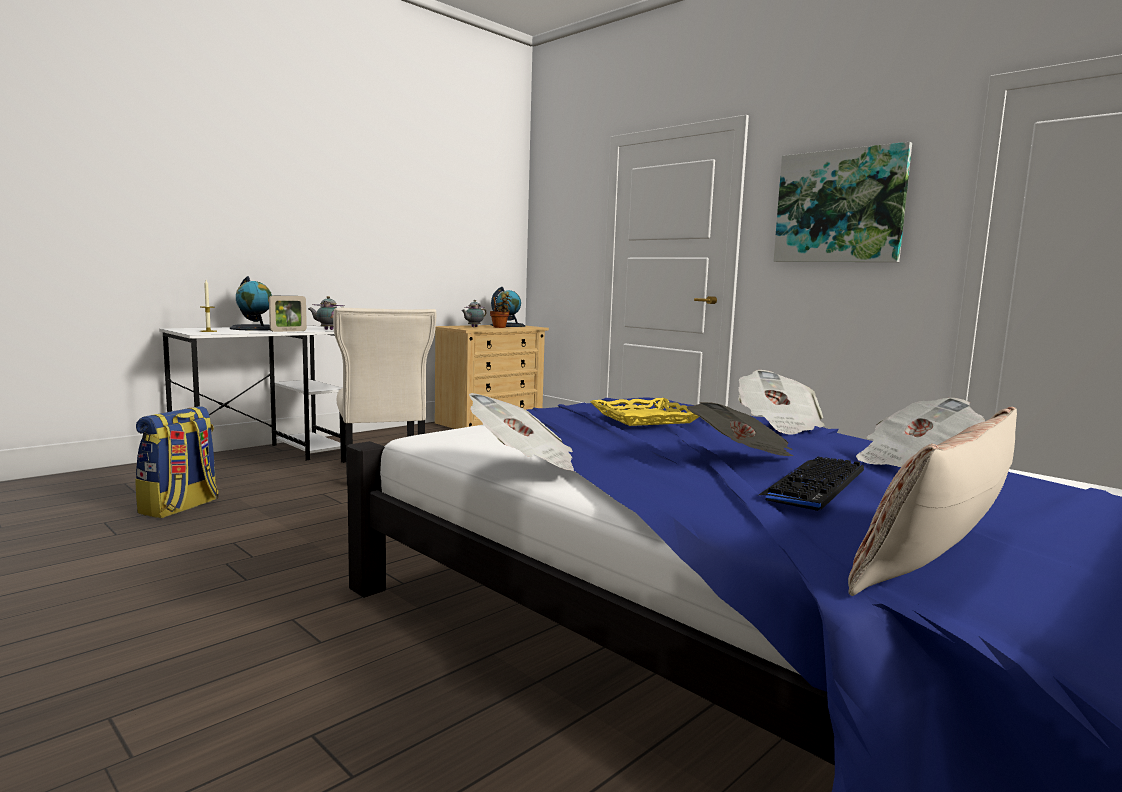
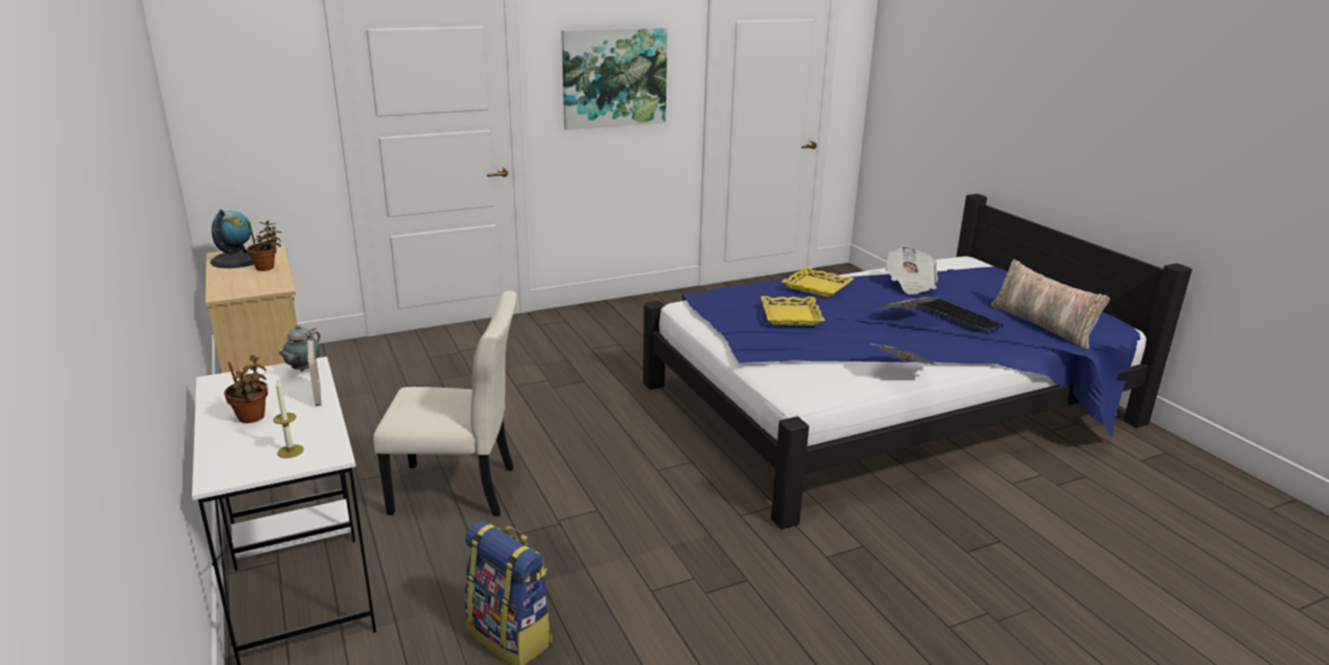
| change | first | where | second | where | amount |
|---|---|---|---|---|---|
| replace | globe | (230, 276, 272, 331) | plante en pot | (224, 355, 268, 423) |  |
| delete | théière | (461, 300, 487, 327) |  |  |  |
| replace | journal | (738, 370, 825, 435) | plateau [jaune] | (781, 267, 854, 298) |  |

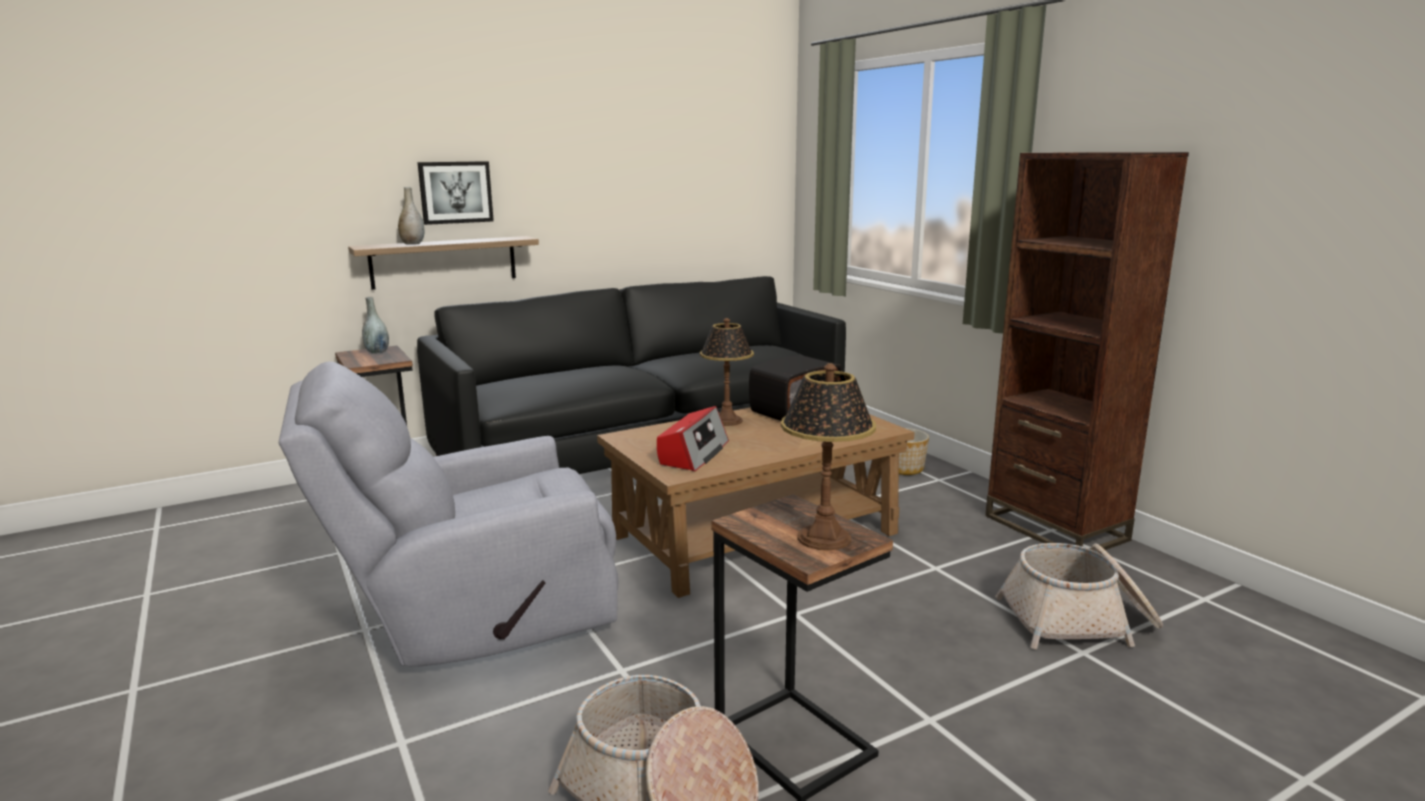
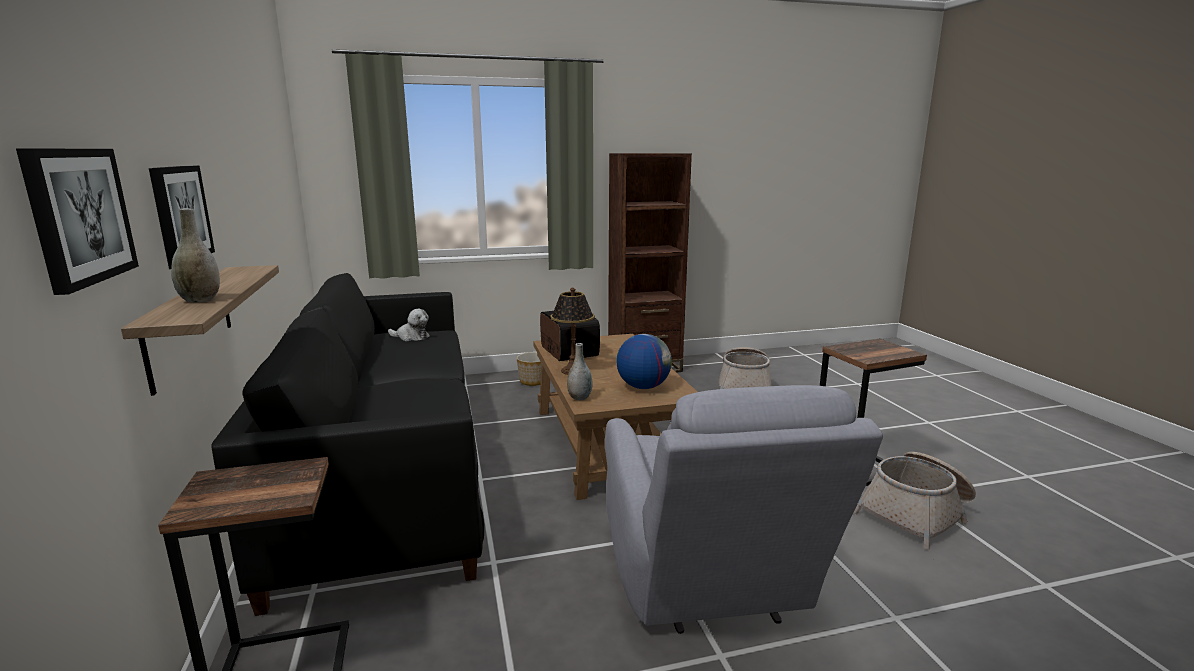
| change | first | where | second | where | amount |
|---|---|---|---|---|---|
| move | vase [gris] | (362, 297, 389, 354) |  | (567, 343, 593, 400) |  |
| delete | lampe de table | (781, 363, 876, 550) |  |  |  |
| replace | radio | (657, 406, 729, 471) | globe | (616, 334, 672, 389) |  |
| insert |  |  | tableau | (16, 148, 139, 295) |  |
| insert |  |  | peluche | (388, 309, 430, 341) |  |

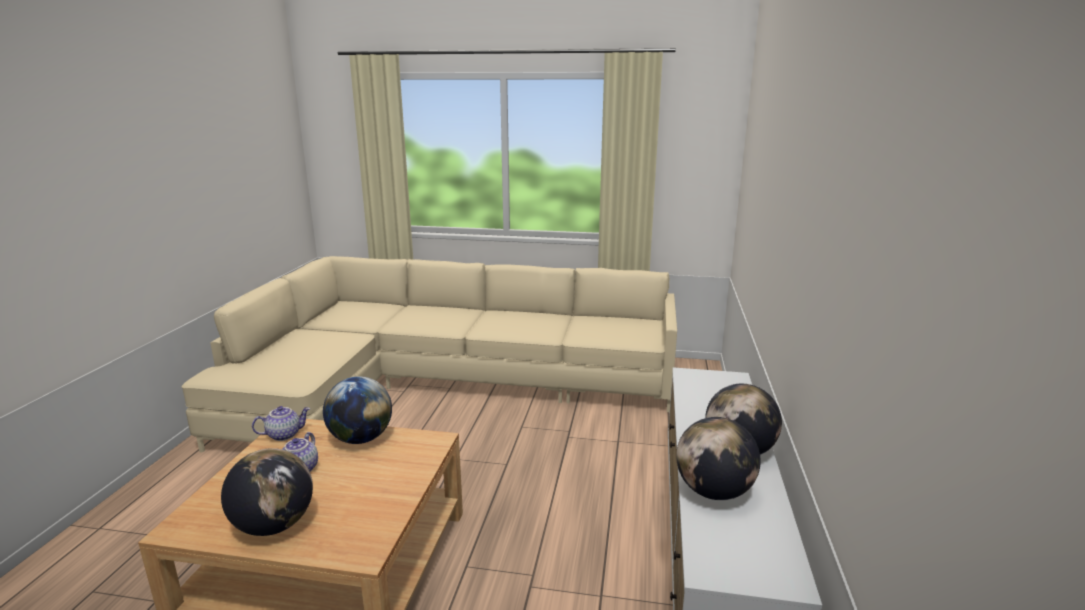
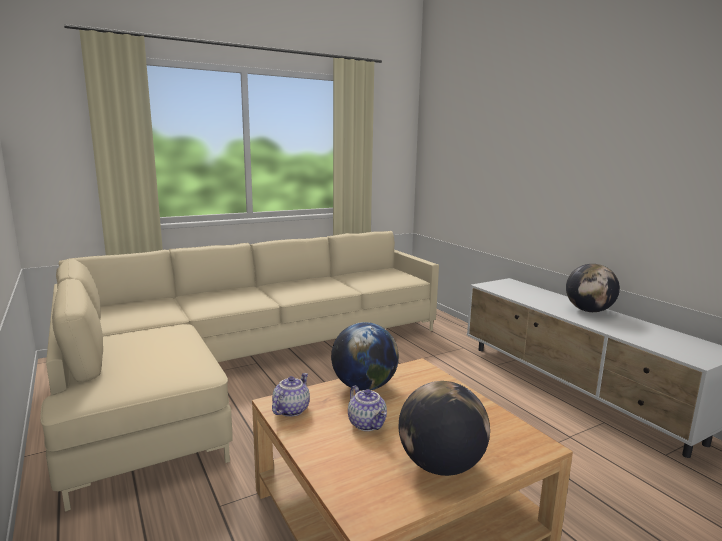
| change | first | where | second | where | amount |
|---|---|---|---|---|---|
| delete | globe | (676, 417, 761, 500) |  |  |  |

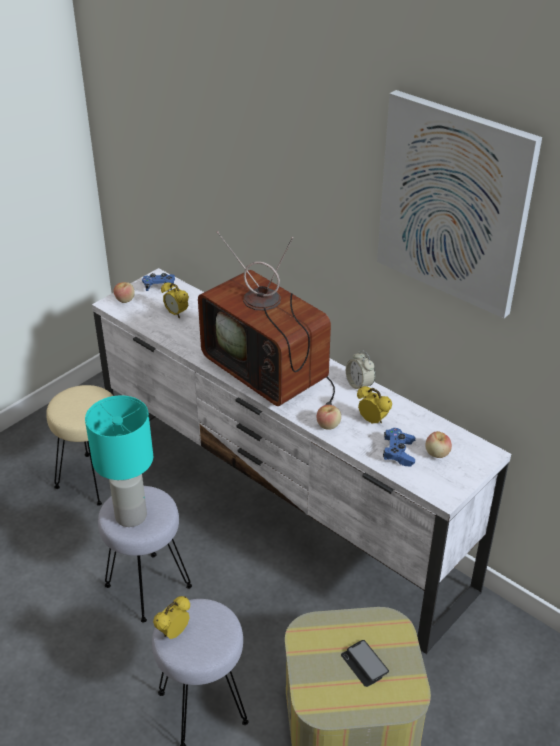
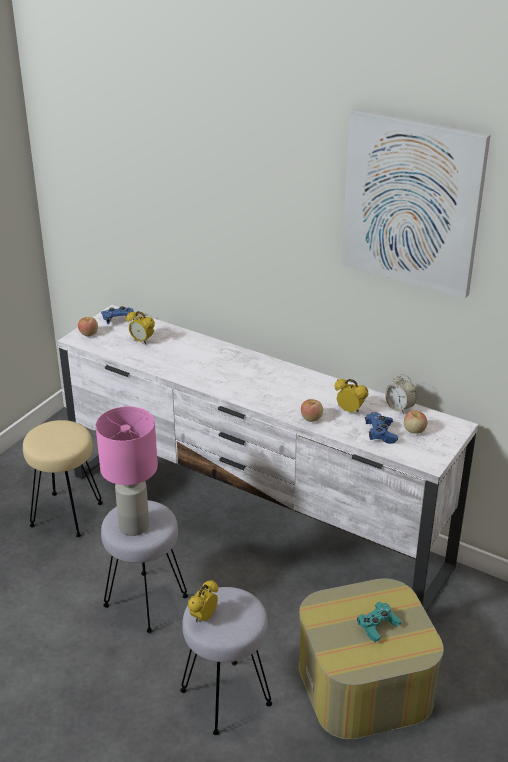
| change | first | where | second | where | amount |
|---|---|---|---|---|---|
| delete | téléviseur | (198, 231, 335, 406) |  |  |  |
| move | réveil | (346, 350, 375, 389) |  | (385, 374, 416, 414) |  |
| recolor | lampe de table [turquoise] | (85, 395, 153, 527) | lampe de table [rose] | (96, 406, 158, 536) |  |
| replace | téléphone | (341, 640, 389, 687) | manette [turquoise] | (357, 602, 401, 642) |  |

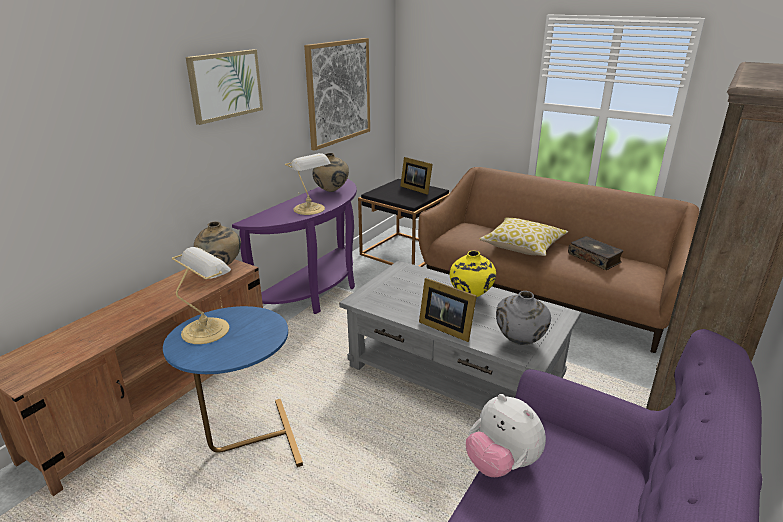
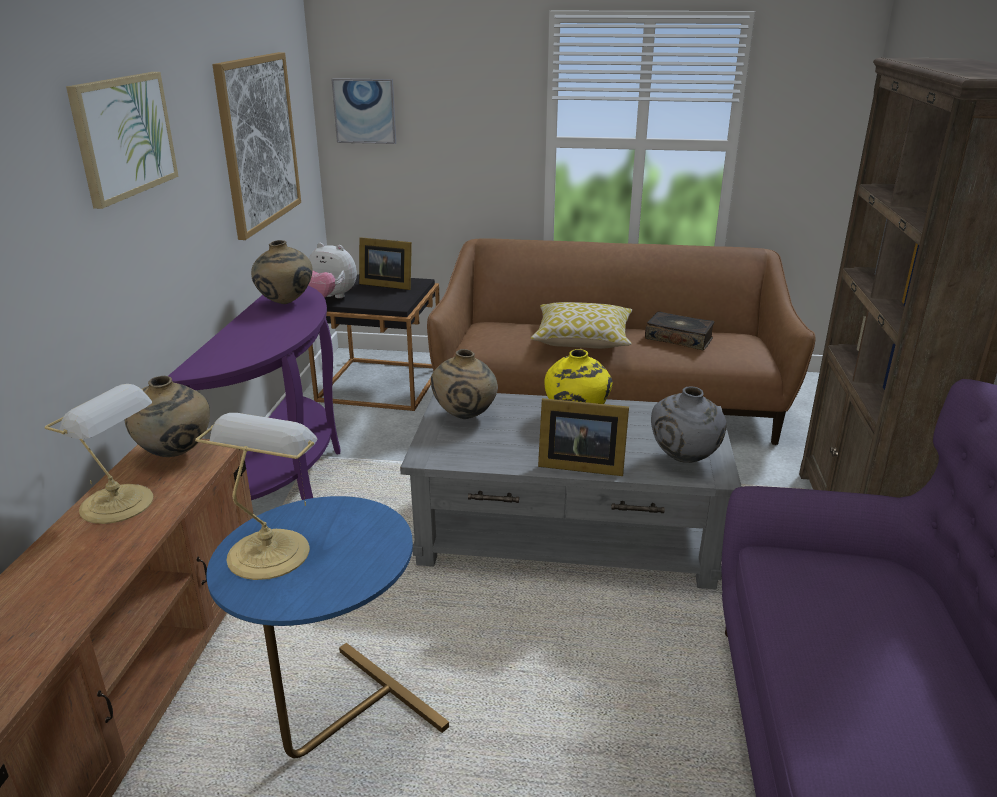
| change | first | where | second | where | amount |
|---|---|---|---|---|---|
| move | lampe de table | (285, 153, 330, 215) |  | (44, 384, 153, 524) |  |
| move | peluche | (466, 394, 546, 477) |  | (308, 243, 357, 298) |  |
| insert |  |  | tableau | (331, 78, 396, 144) |  |
| insert |  |  | vase [beige] | (431, 349, 498, 419) |  |

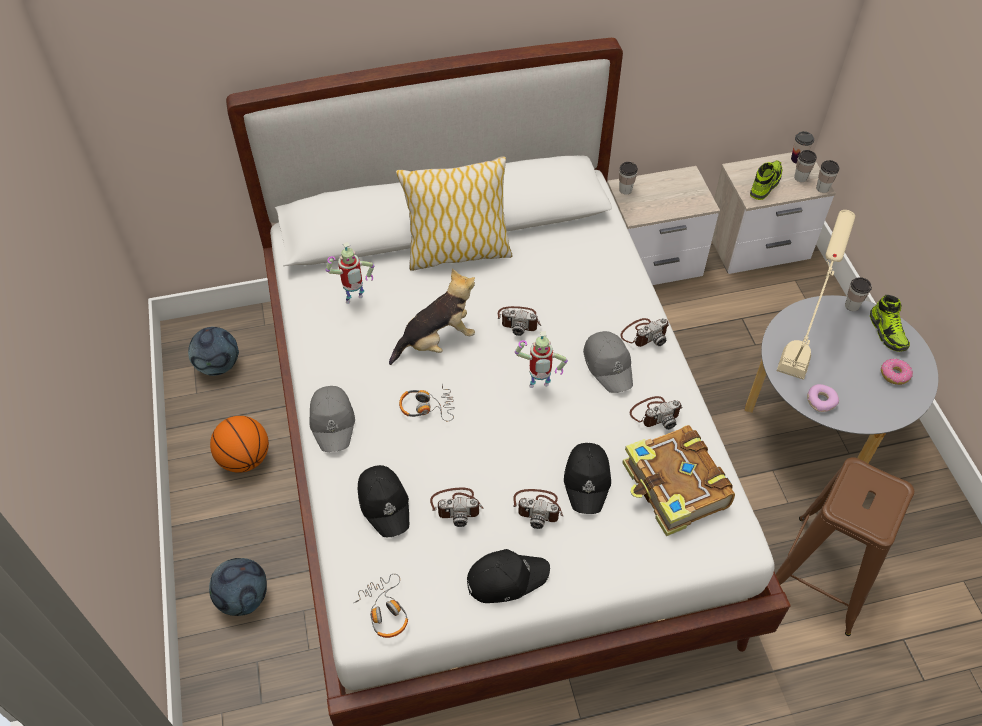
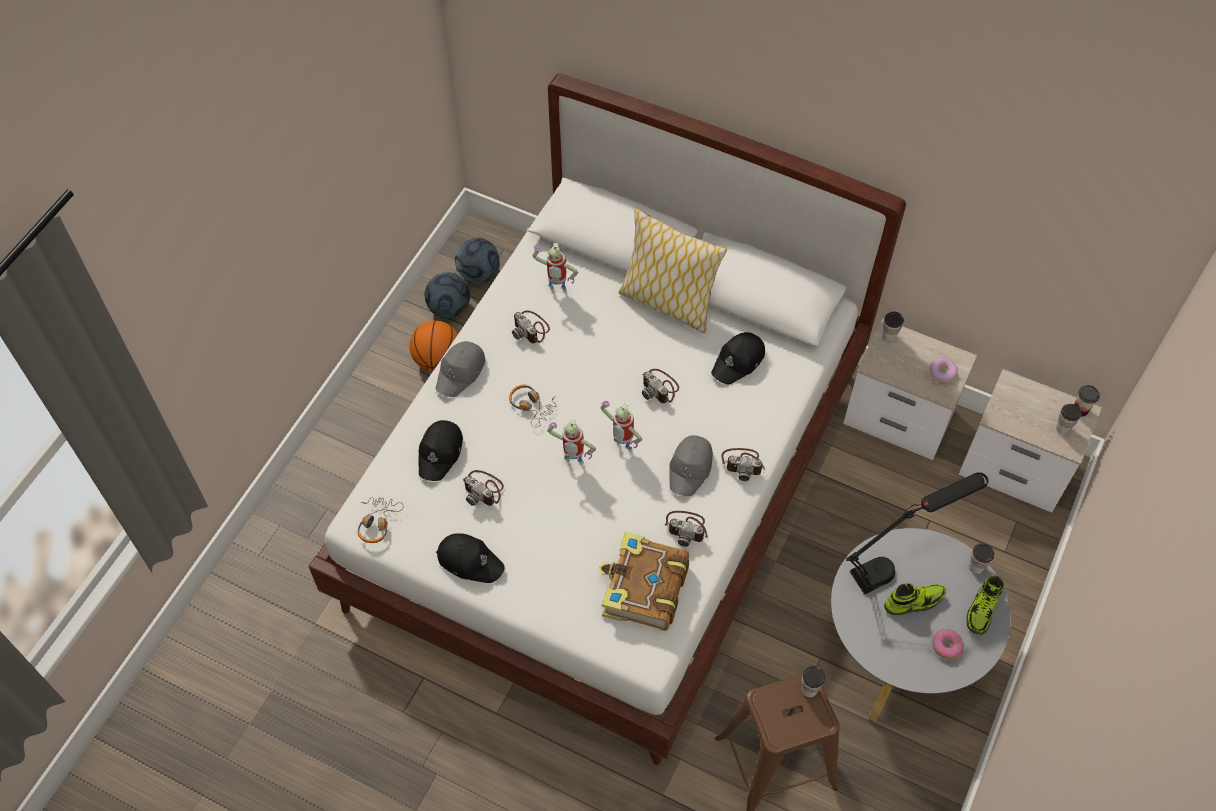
| change | first | where | second | where | amount |
|---|---|---|---|---|---|
| move | chaussure | (750, 160, 783, 200) |  | (884, 583, 946, 616) |  |
| move | tasse | (816, 160, 840, 193) |  | (801, 666, 825, 697) |  |
| recolor | lampe de table [beige] | (777, 210, 855, 380) | lampe de table [noir] | (846, 472, 989, 595) |  |
| delete | peluche | (389, 269, 475, 365) |  |  |  |
| move | beignet | (807, 384, 839, 412) |  | (930, 357, 958, 382) |  |
| move | casquette [noir] | (564, 443, 611, 514) |  | (711, 332, 765, 385) |  |
| move | appareil photo | (513, 489, 563, 529) |  | (512, 310, 550, 343) |  |
| move | ballon de foot | (209, 558, 267, 616) |  | (424, 272, 471, 318) |  |
| insert |  |  | robot jouet | (547, 419, 596, 464) |  |

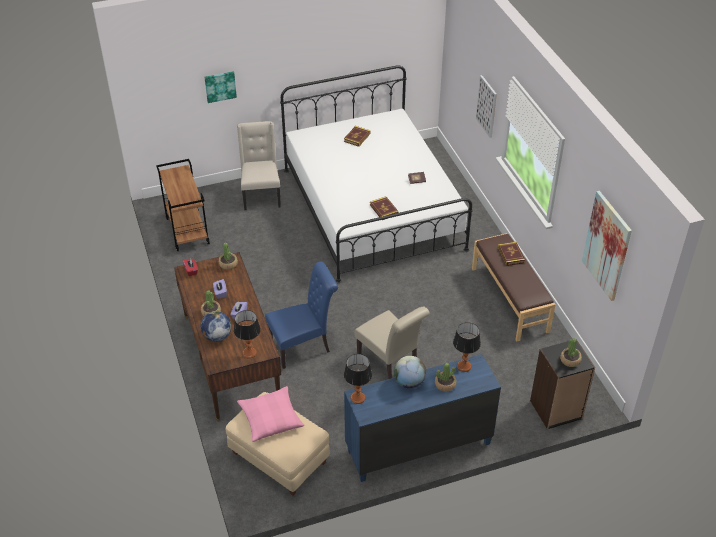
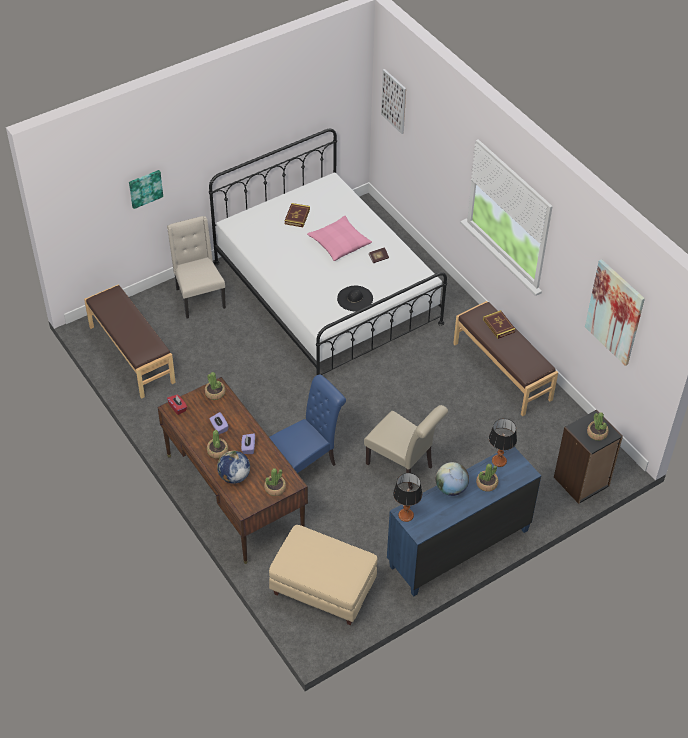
| change | first | where | second | where | amount |
|---|---|---|---|---|---|
| move | tableau | (476, 75, 497, 138) |  | (381, 69, 406, 134) |  |
| replace | chariot [marron] | (156, 159, 210, 251) | banc [marron] | (84, 285, 176, 399) |  |
| replace | livre | (370, 196, 399, 220) | chapeau [noir] | (337, 286, 373, 312) |  |
| replace | lampe de table | (234, 310, 261, 359) | plante en pot | (264, 468, 286, 496) |  |
| move | coussin [rose] | (237, 386, 304, 442) |  | (307, 216, 372, 261) |  |

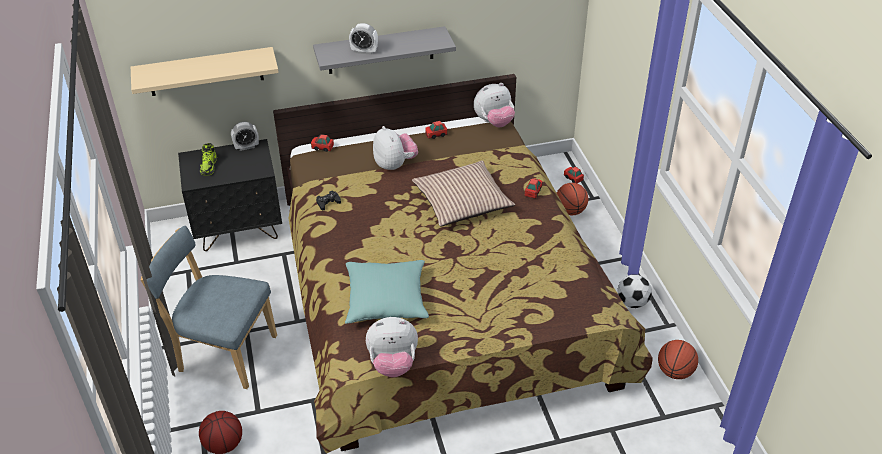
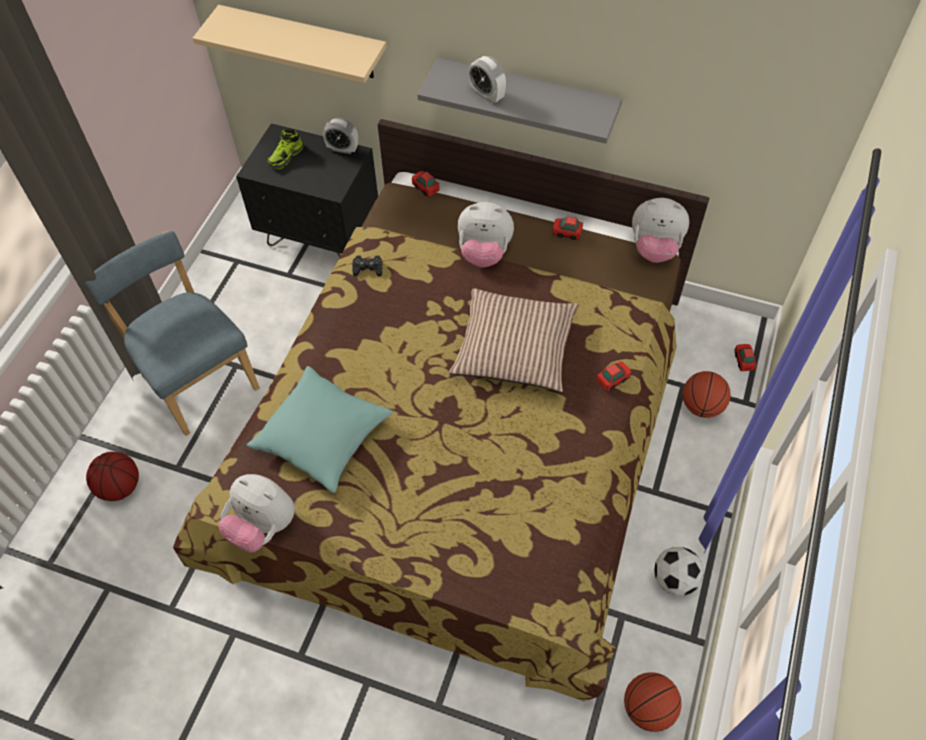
| change | first | where | second | where | amount |
|---|---|---|---|---|---|
| rotate | peluche | (373, 126, 418, 170) |  | (458, 202, 514, 267) | 90 degrees clockwise |

